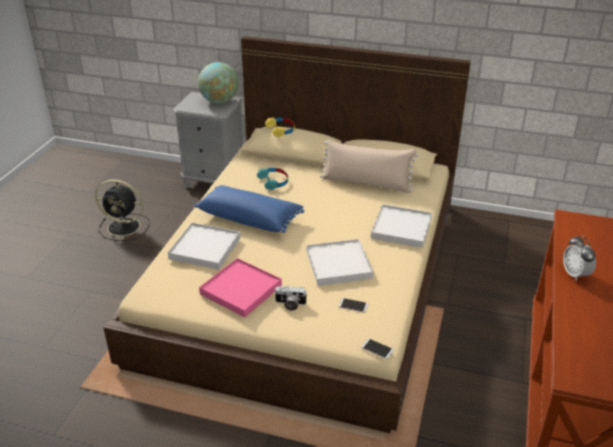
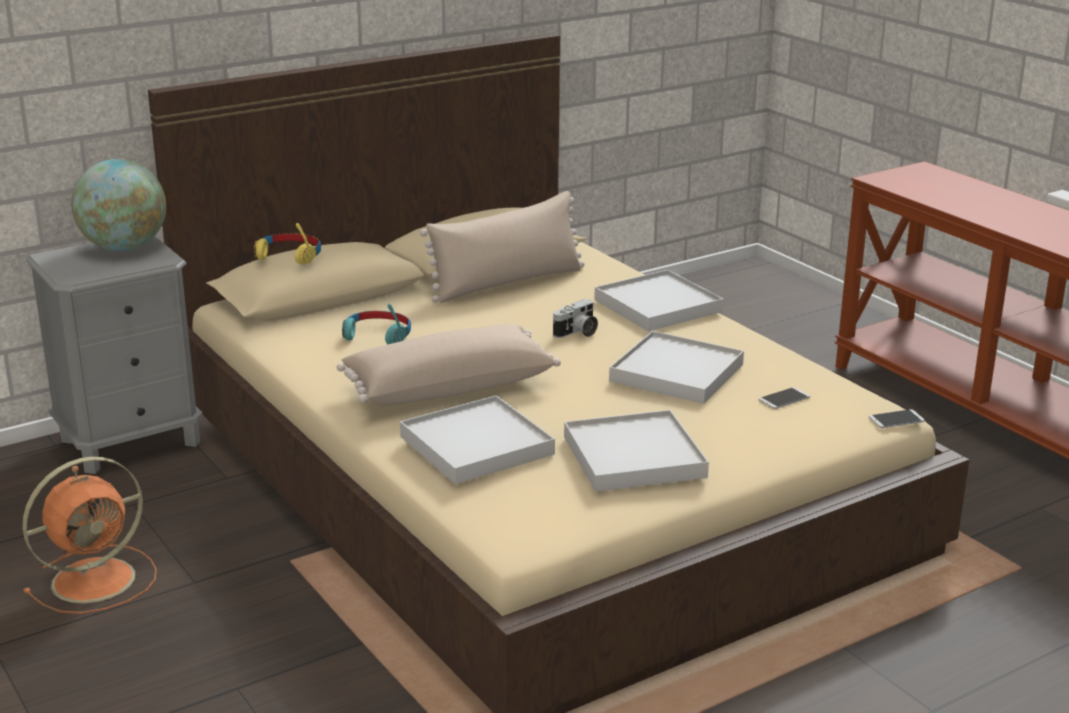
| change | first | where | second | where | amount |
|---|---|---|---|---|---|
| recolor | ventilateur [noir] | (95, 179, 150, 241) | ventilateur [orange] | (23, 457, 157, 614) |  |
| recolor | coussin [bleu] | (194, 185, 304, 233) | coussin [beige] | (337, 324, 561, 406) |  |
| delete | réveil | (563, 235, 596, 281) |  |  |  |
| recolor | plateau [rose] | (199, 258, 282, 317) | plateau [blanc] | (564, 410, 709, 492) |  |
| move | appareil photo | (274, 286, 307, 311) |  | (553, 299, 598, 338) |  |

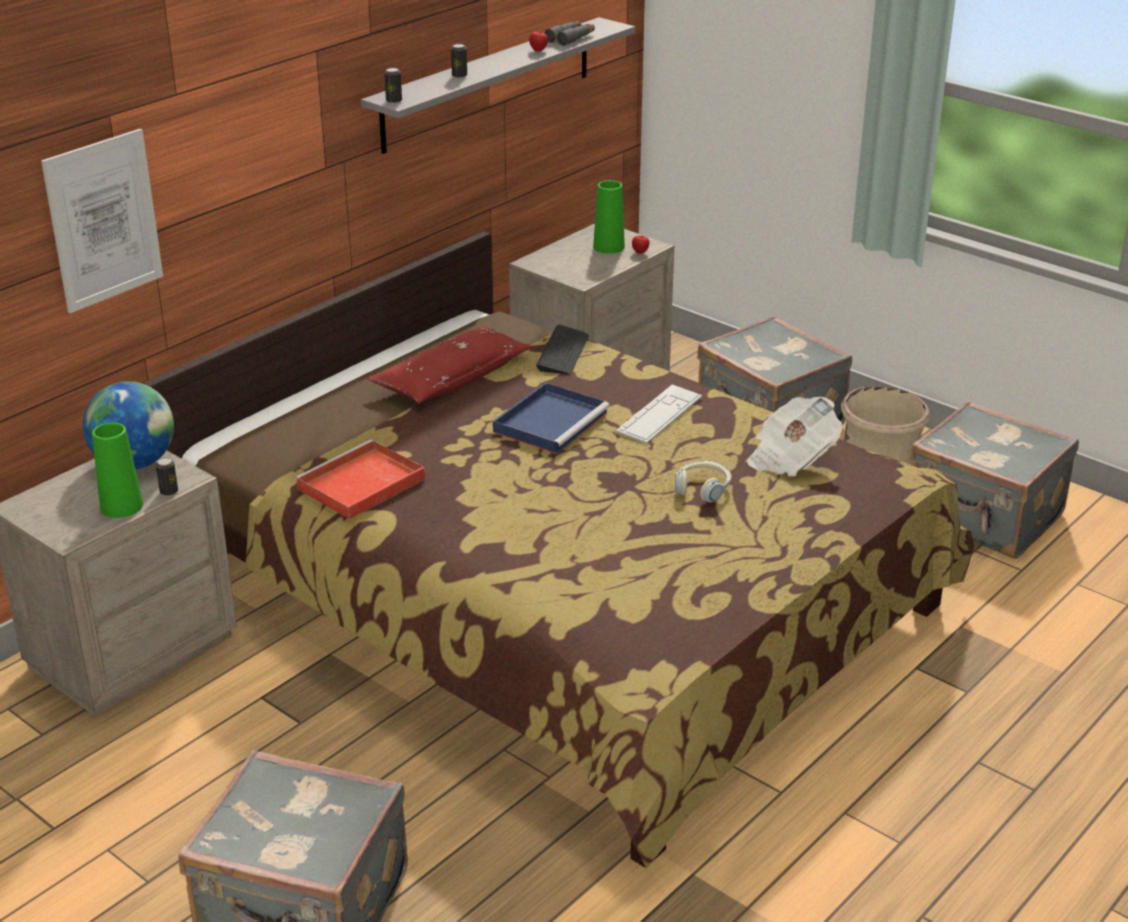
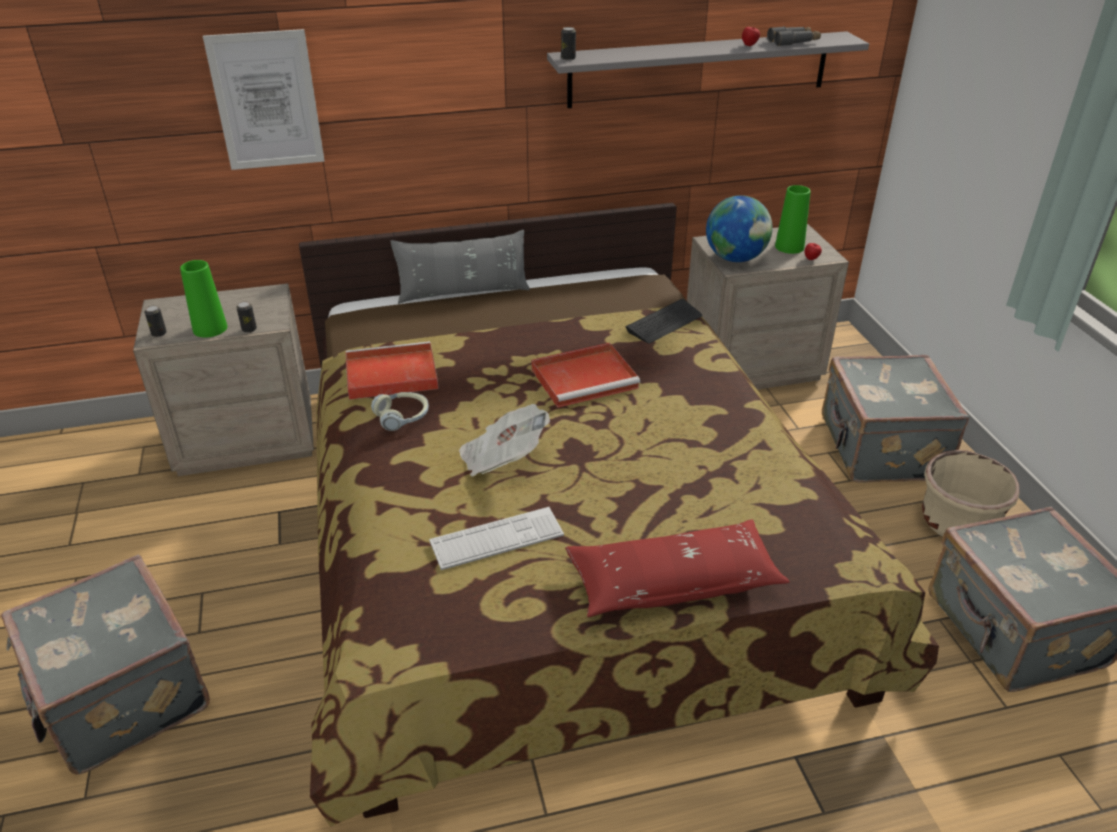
| change | first | where | second | where | amount |
|---|---|---|---|---|---|
| move | boîte métallique | (451, 44, 467, 78) |  | (144, 306, 167, 337) |  |
| move | coussin [rouge] | (367, 326, 532, 404) |  | (565, 519, 790, 617) |  |
| move | globe | (83, 381, 174, 470) |  | (706, 195, 773, 262) |  |
| recolor | plateau [bleu] | (493, 382, 610, 454) | plateau [rouge] | (531, 343, 640, 408) |  |
| move | clavier | (616, 384, 702, 444) |  | (429, 507, 564, 570) |  |
| move | journal | (747, 397, 842, 477) |  | (459, 404, 550, 477) |  |
| move | casque audio | (675, 461, 732, 503) |  | (371, 392, 429, 431) |  |
| insert |  |  | coussin [gris] | (390, 230, 530, 304) |  |

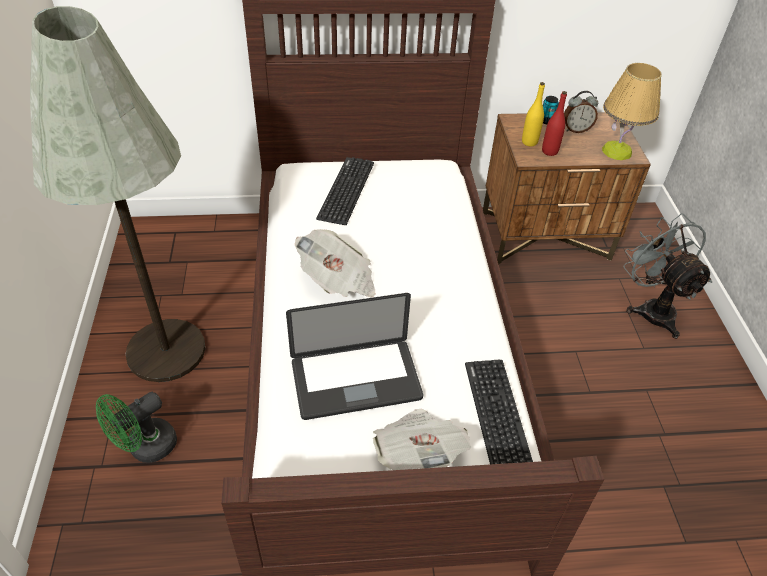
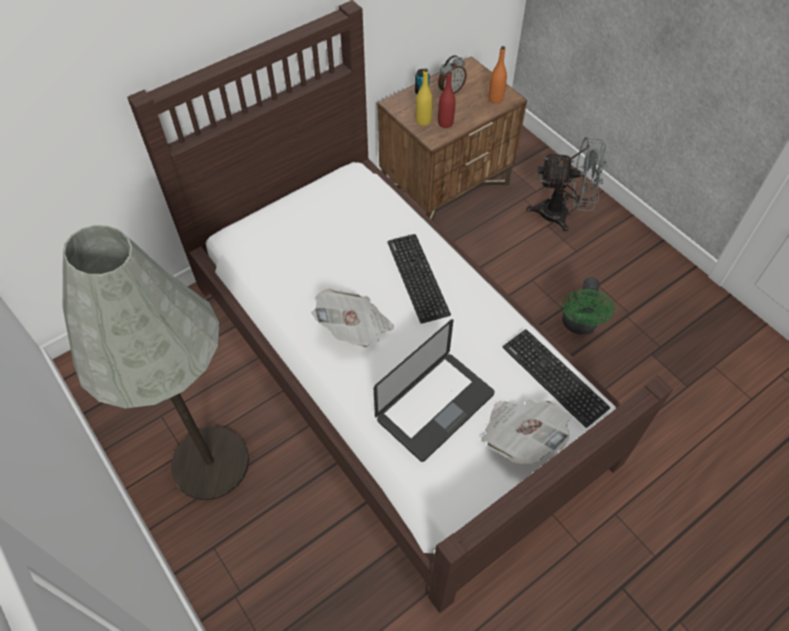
| change | first | where | second | where | amount |
|---|---|---|---|---|---|
| replace | lampe de table | (602, 63, 662, 160) | bouteille [orange] | (488, 46, 507, 104) |  |
| move | clavier | (316, 157, 374, 225) |  | (387, 234, 451, 324) |  |
| rotate | ventilateur [gris] | (623, 213, 712, 339) |  | (526, 137, 606, 232) | 150 degrees clockwise |
| move | ventilateur [vert] | (96, 392, 177, 463) |  | (562, 277, 615, 335) |  |

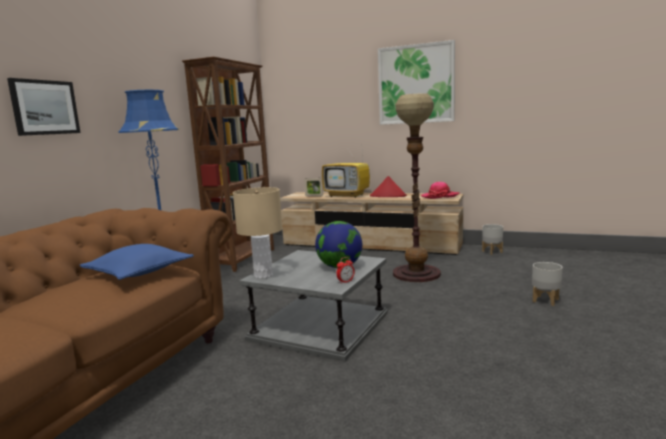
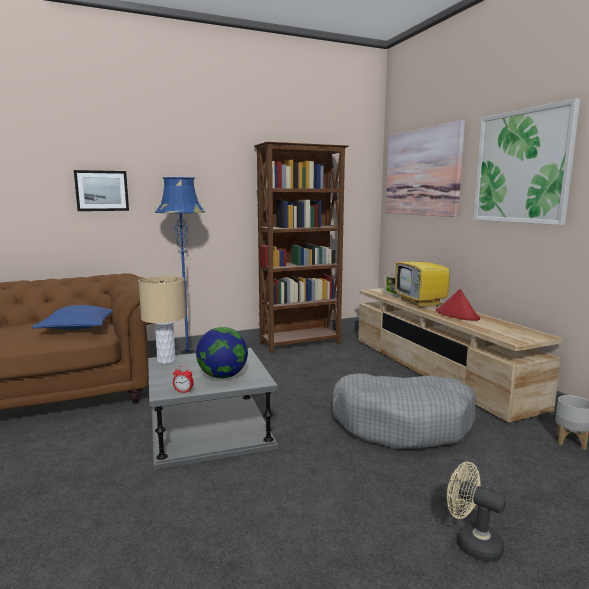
| change | first | where | second | where | amount |
|---|---|---|---|---|---|
| replace | lampadaire | (393, 93, 441, 282) | panier pour chien [gris] | (332, 373, 476, 449) |  |
| delete | chapeau | (421, 182, 459, 199) |  |  |  |
| replace | cache-pot [gris] | (532, 262, 563, 306) | ventilateur [beige] | (447, 461, 506, 562) |  |
| insert |  |  | tableau | (386, 120, 465, 217) |  |

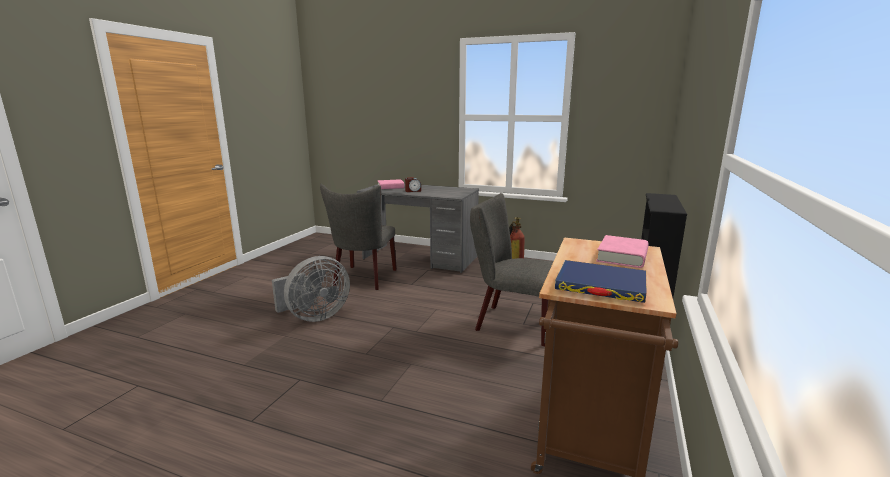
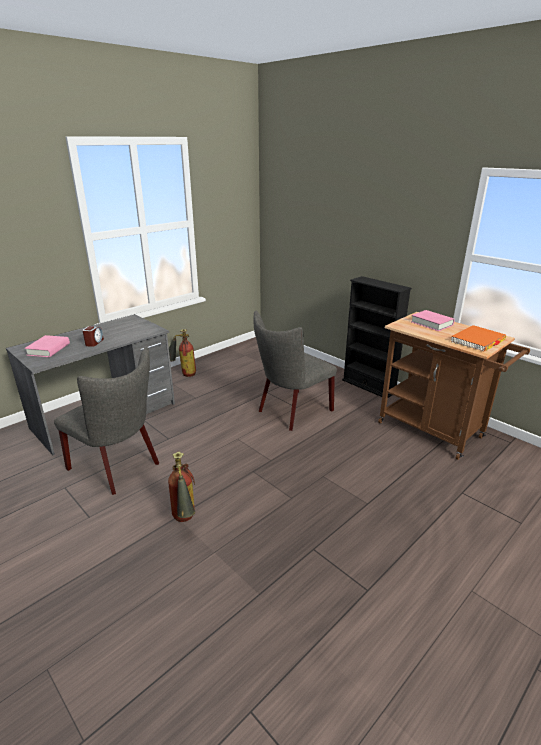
| change | first | where | second | where | amount |
|---|---|---|---|---|---|
| replace | ventilateur [gris] | (272, 256, 350, 322) | extincteur | (168, 452, 195, 522) |  |
| recolor | livre [bleu] | (555, 260, 647, 303) | livre [orange] | (451, 325, 506, 351) |  |

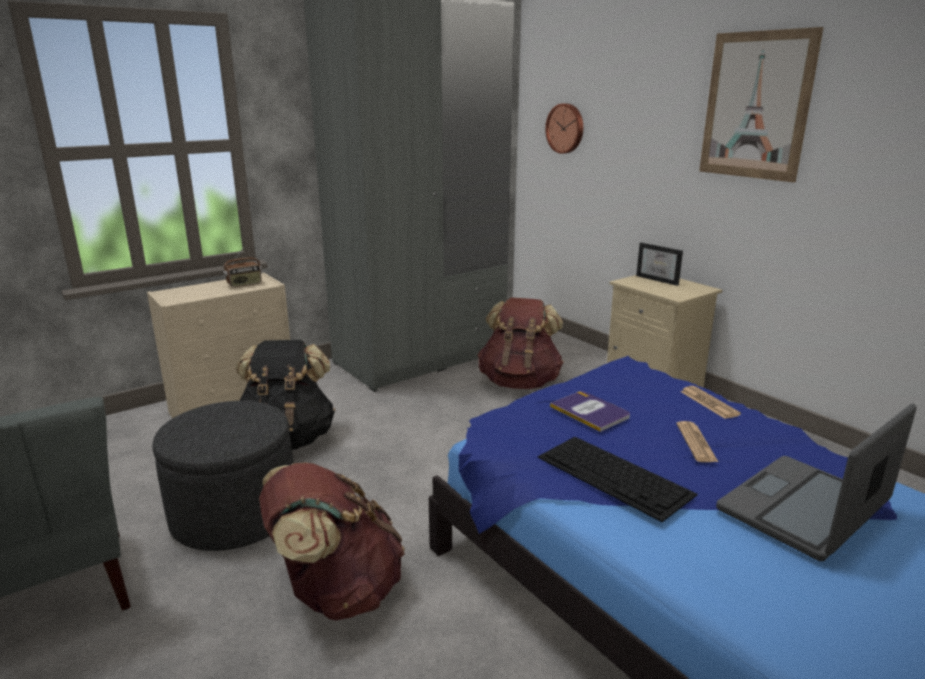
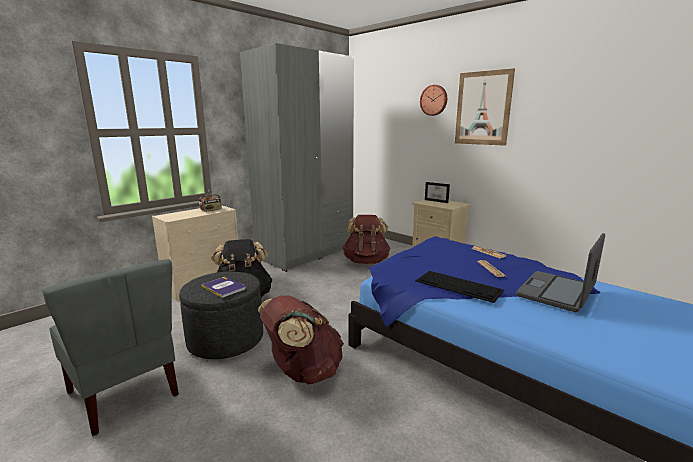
| change | first | where | second | where | amount |
|---|---|---|---|---|---|
| move | horloge murale | (545, 103, 583, 154) |  | (420, 85, 447, 116) |  |
| move | livre | (550, 391, 630, 432) |  | (201, 277, 246, 298) |  |

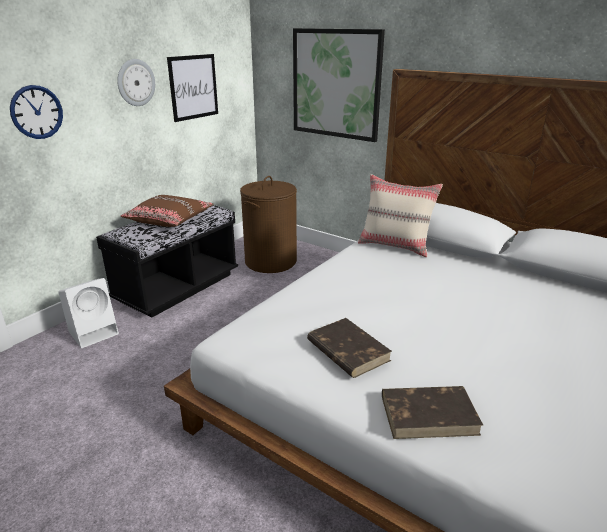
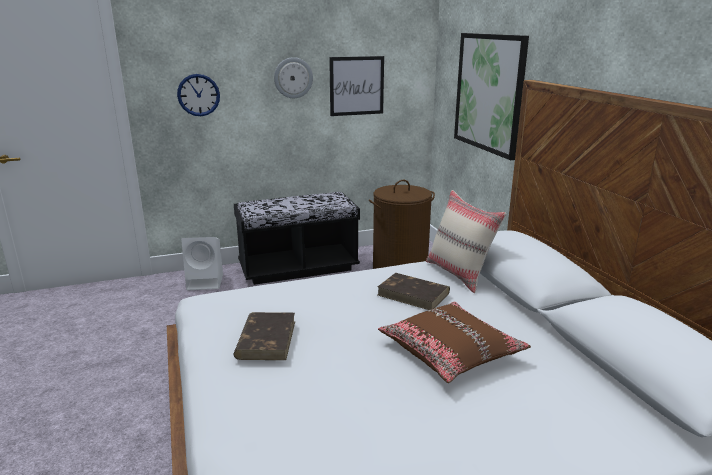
| change | first | where | second | where | amount |
|---|---|---|---|---|---|
| move | coussin [marron] | (121, 195, 213, 227) |  | (378, 302, 531, 383) |  |
| move | livre [marron] | (382, 386, 483, 439) |  | (378, 273, 450, 310) |  |

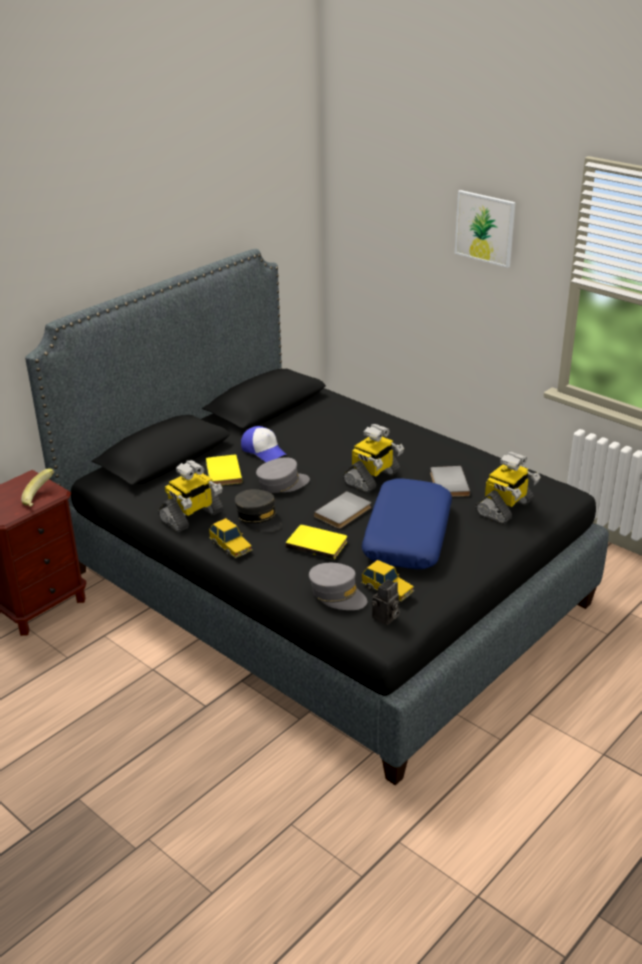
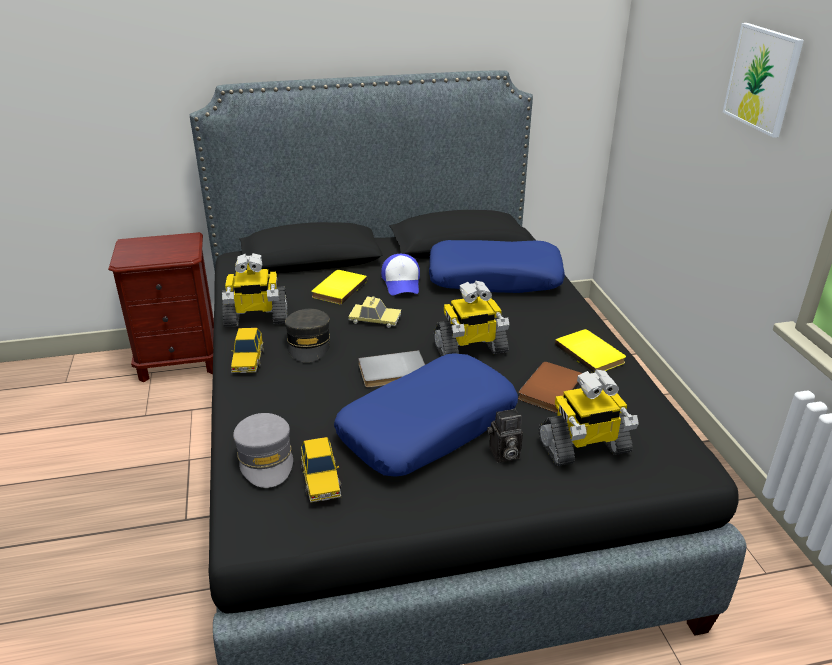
| change | first | where | second | where | amount |
|---|---|---|---|---|---|
| replace | casquette [gris] | (256, 457, 310, 493) | petite voiture | (348, 296, 401, 328) |  |
| recolor | livre [gris] | (430, 466, 470, 497) | livre [marron] | (518, 362, 582, 413) |  |
| delete | banane | (21, 468, 54, 507) |  |  |  |
| move | livre [jaune] | (285, 525, 347, 560) |  | (555, 329, 626, 373) |  |
| move | appareil photo | (371, 579, 400, 625) |  | (487, 409, 523, 463) |  |
| insert |  |  | coussin [bleu] | (429, 240, 565, 293) |  |

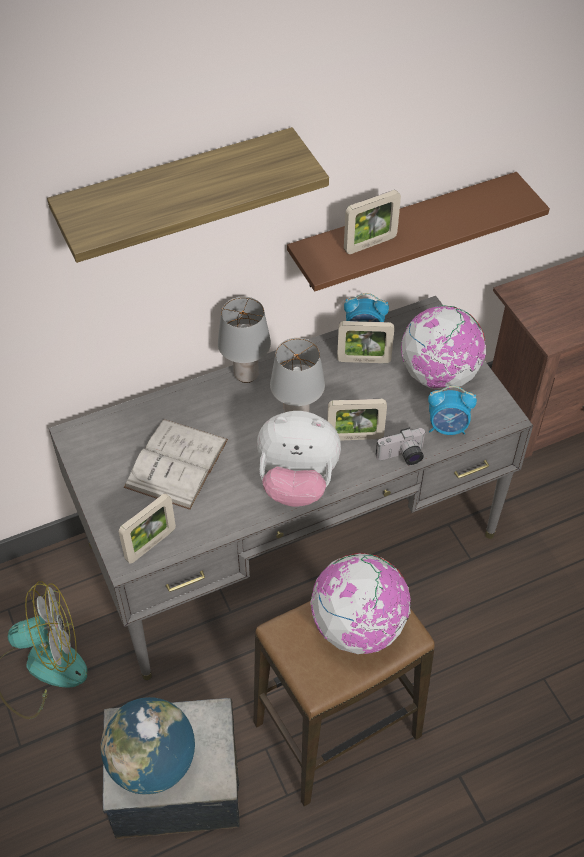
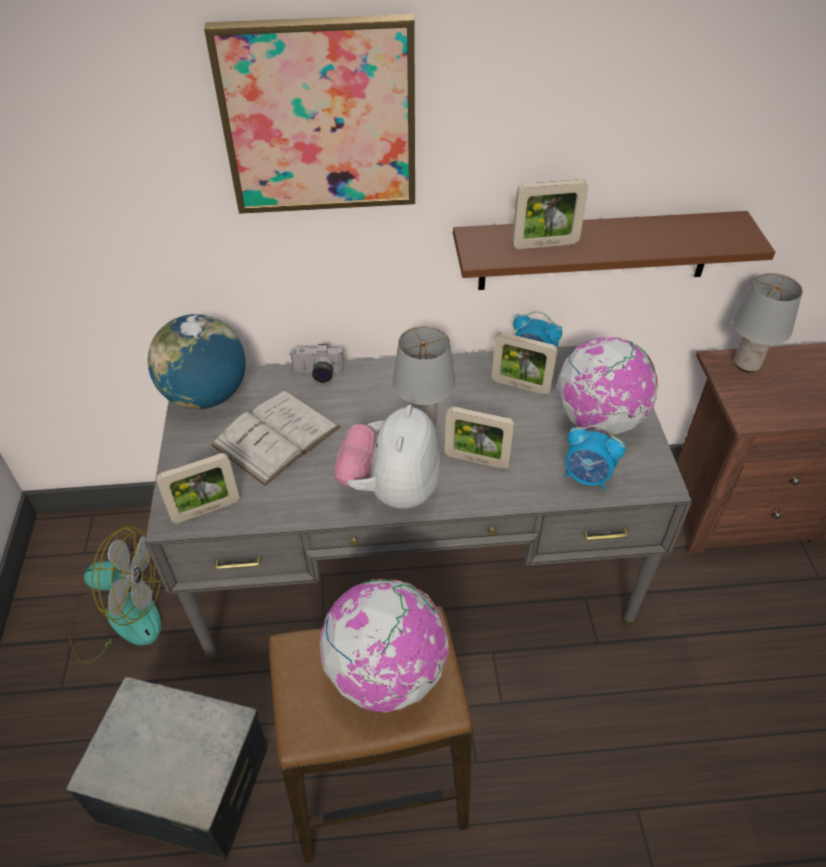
| change | first | where | second | where | amount |
|---|---|---|---|---|---|
| replace | étagère | (47, 127, 329, 263) | tableau | (204, 14, 415, 214) |  |
| move | lampe de table [gris] | (218, 296, 271, 383) |  | (733, 273, 803, 373) |  |
| rotate | peluche | (257, 411, 341, 507) |  | (334, 404, 441, 509) | 75 degrees clockwise |
| move | appareil photo | (376, 428, 426, 465) |  | (289, 344, 344, 383) |  |
| move | globe | (100, 697, 195, 795) |  | (148, 314, 246, 409) |  |

